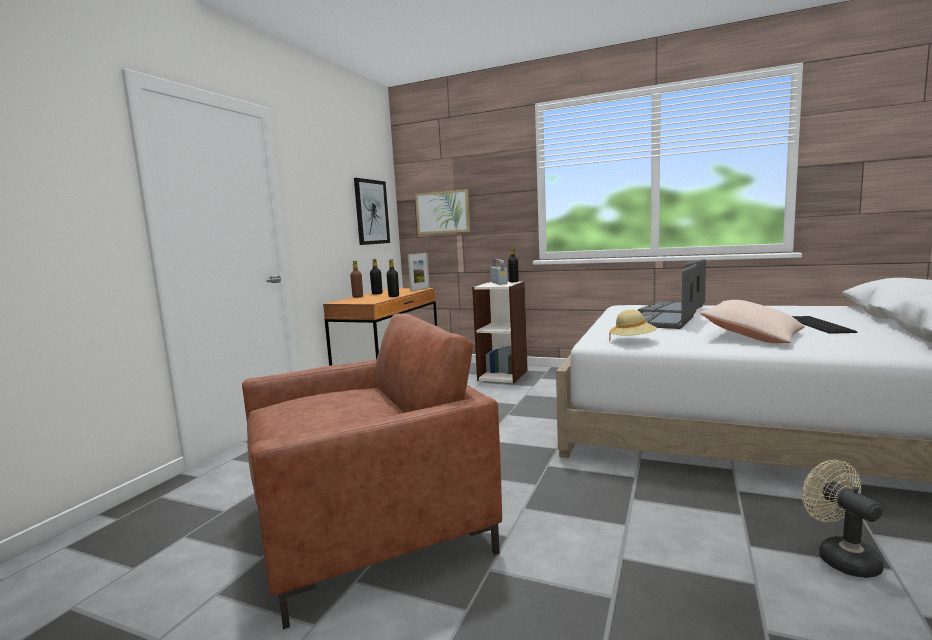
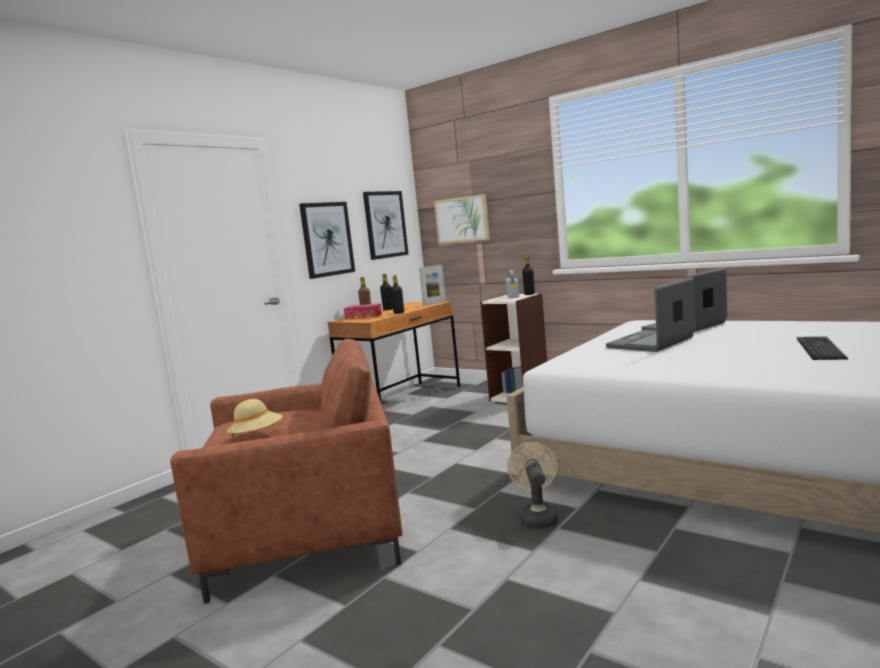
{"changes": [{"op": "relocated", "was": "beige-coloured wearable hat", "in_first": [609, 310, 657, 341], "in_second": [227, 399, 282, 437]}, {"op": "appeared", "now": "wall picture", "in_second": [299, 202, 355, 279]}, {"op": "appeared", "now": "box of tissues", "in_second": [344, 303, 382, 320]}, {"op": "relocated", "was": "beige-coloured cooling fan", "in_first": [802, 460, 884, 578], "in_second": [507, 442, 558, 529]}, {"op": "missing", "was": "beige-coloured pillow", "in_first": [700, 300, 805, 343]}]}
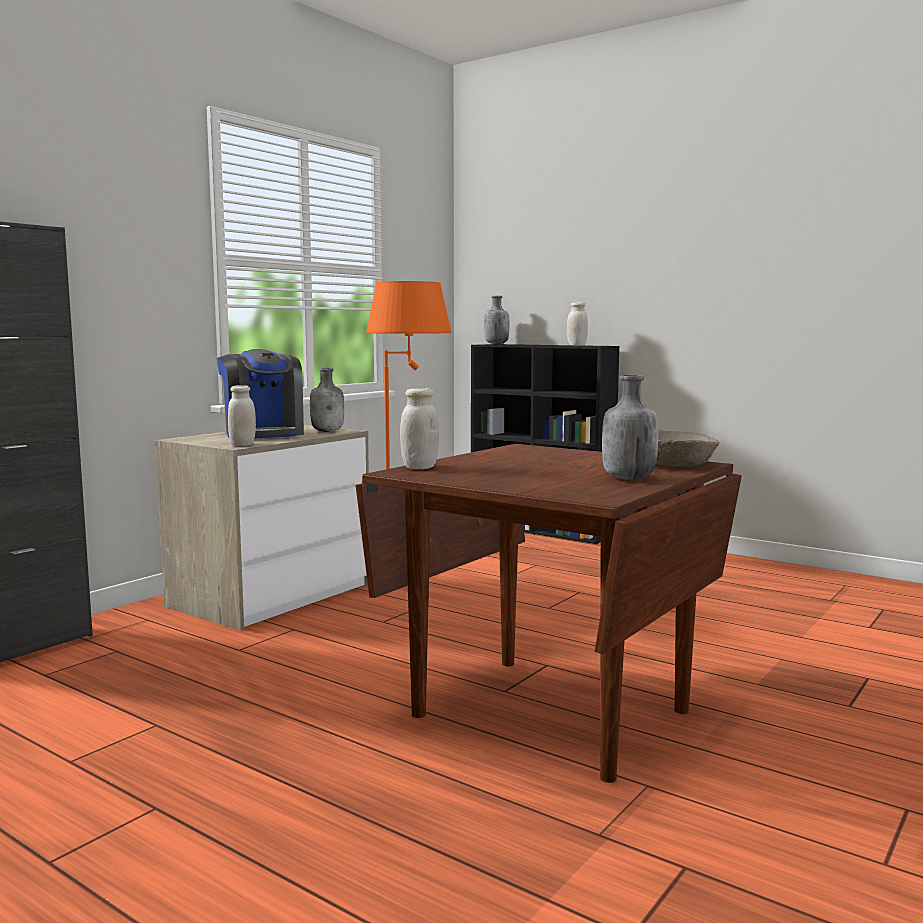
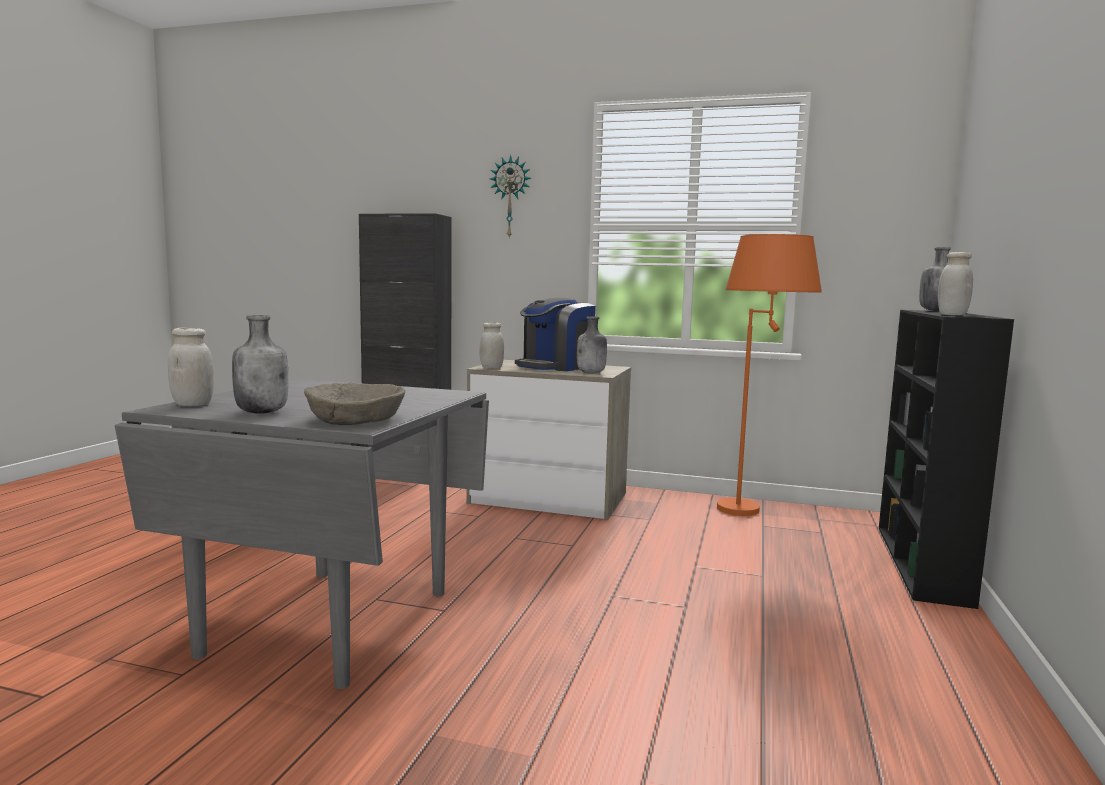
{"changes": [{"op": "colour", "was": "brownish dining table", "now": "greyish dining table", "in_first": [356, 444, 742, 783], "in_second": [114, 379, 489, 689]}, {"op": "relocated", "was": "white-coloured storage jar", "in_first": [400, 388, 439, 469], "in_second": [168, 328, 214, 406]}, {"op": "appeared", "now": "wall clock", "in_second": [490, 155, 531, 238]}]}
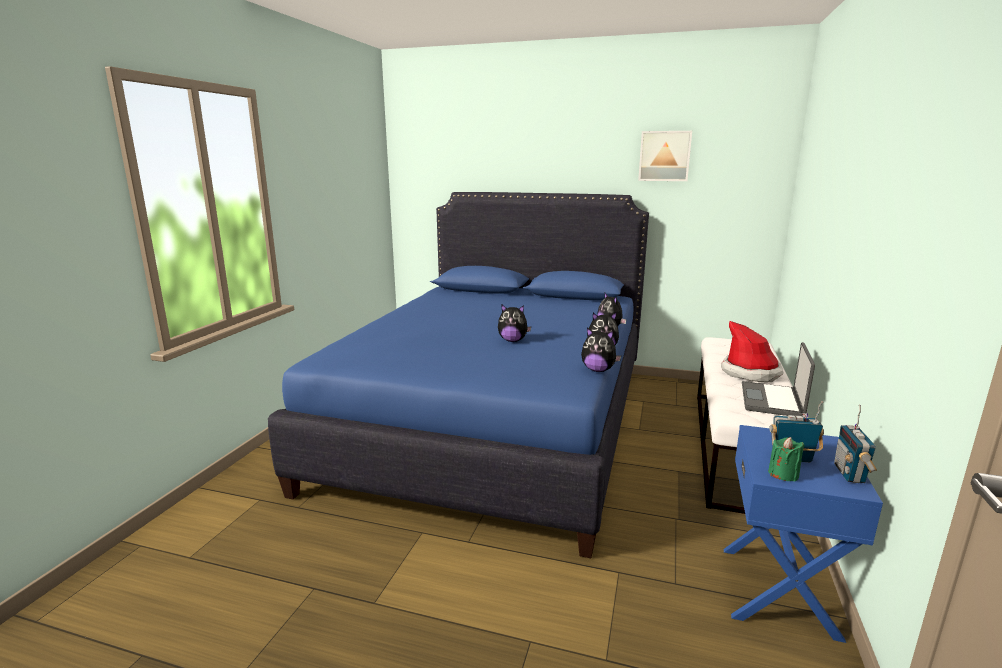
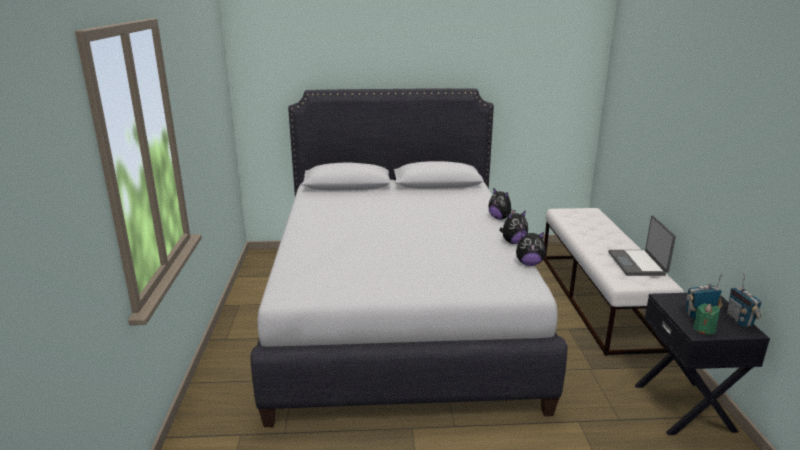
{"changes": [{"op": "colour", "was": "blue-coloured bedroom bed", "now": "white-coloured bedroom bed", "in_first": [268, 192, 649, 558], "in_second": [250, 88, 567, 427]}, {"op": "colour", "was": "blue-coloured night table", "now": "black-coloured night table", "in_first": [723, 425, 883, 643], "in_second": [634, 293, 770, 435]}, {"op": "missing", "was": "soft toy", "in_first": [498, 304, 531, 342]}, {"op": "missing", "was": "wall picture", "in_first": [638, 131, 692, 181]}, {"op": "missing", "was": "wearable hat", "in_first": [721, 321, 784, 382]}]}
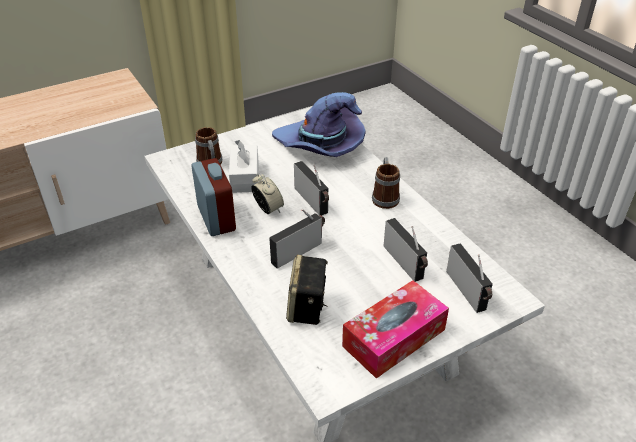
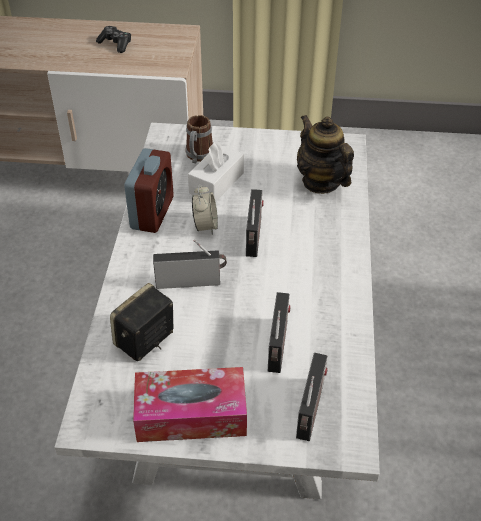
{"changes": [{"op": "appeared", "now": "game controller", "in_second": [96, 26, 131, 53]}, {"op": "exchanged", "was": "purple-coloured wearable hat", "now": "tea pot", "in_first": [272, 92, 366, 157], "in_second": [297, 115, 354, 194]}, {"op": "missing", "was": "coffee mug", "in_first": [372, 157, 400, 209]}]}
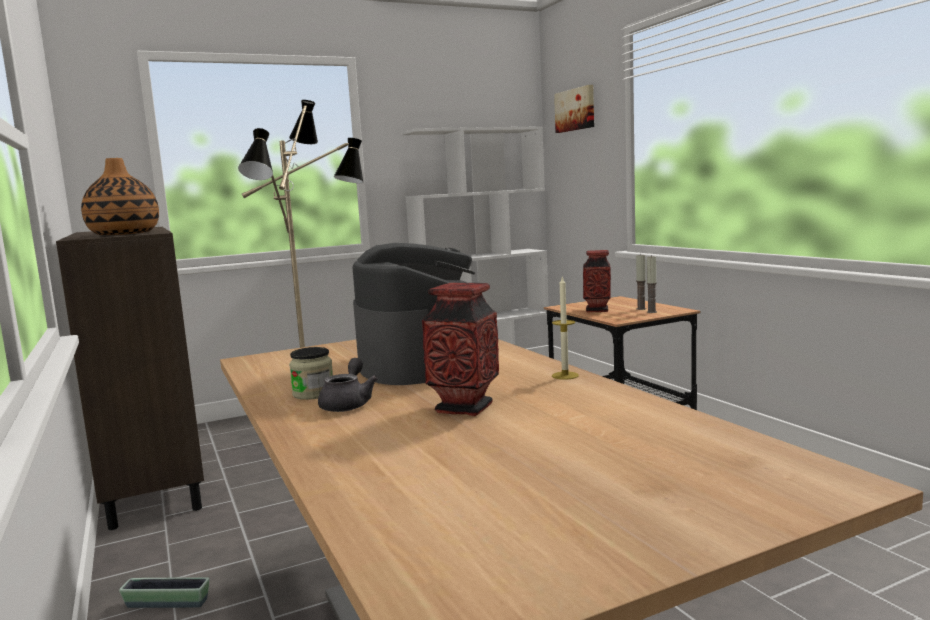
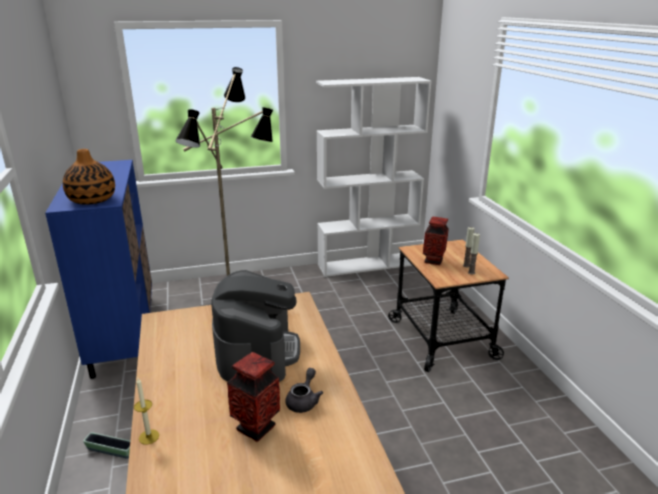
{"changes": [{"op": "colour", "was": "brownish cupboard", "now": "blue-coloured cupboard", "in_first": [56, 227, 204, 530], "in_second": [45, 160, 152, 379]}, {"op": "relocated", "was": "wax light", "in_first": [552, 277, 579, 380], "in_second": [134, 378, 159, 445]}, {"op": "relocated", "was": "greyish tea pot", "in_first": [318, 358, 378, 412], "in_second": [286, 368, 323, 413]}, {"op": "missing", "was": "storage jar", "in_first": [289, 347, 333, 400]}, {"op": "missing", "was": "wall picture", "in_first": [554, 85, 594, 133]}]}
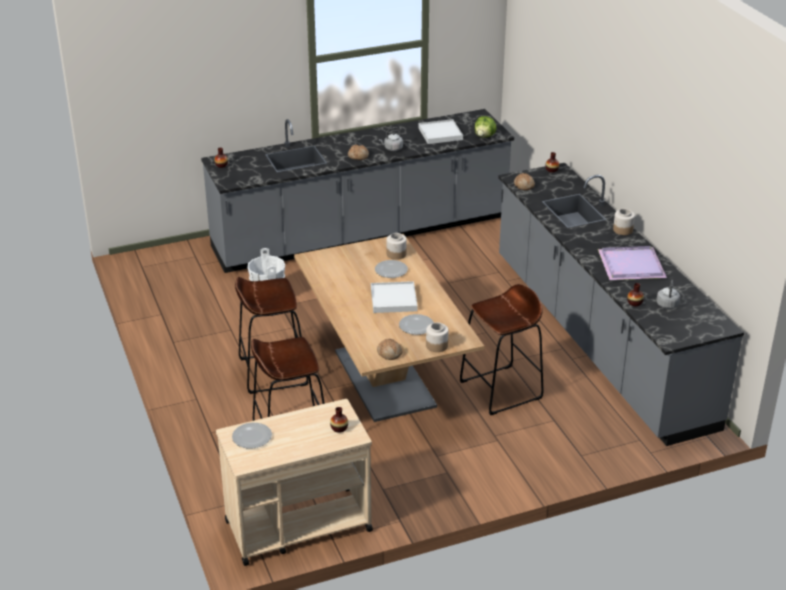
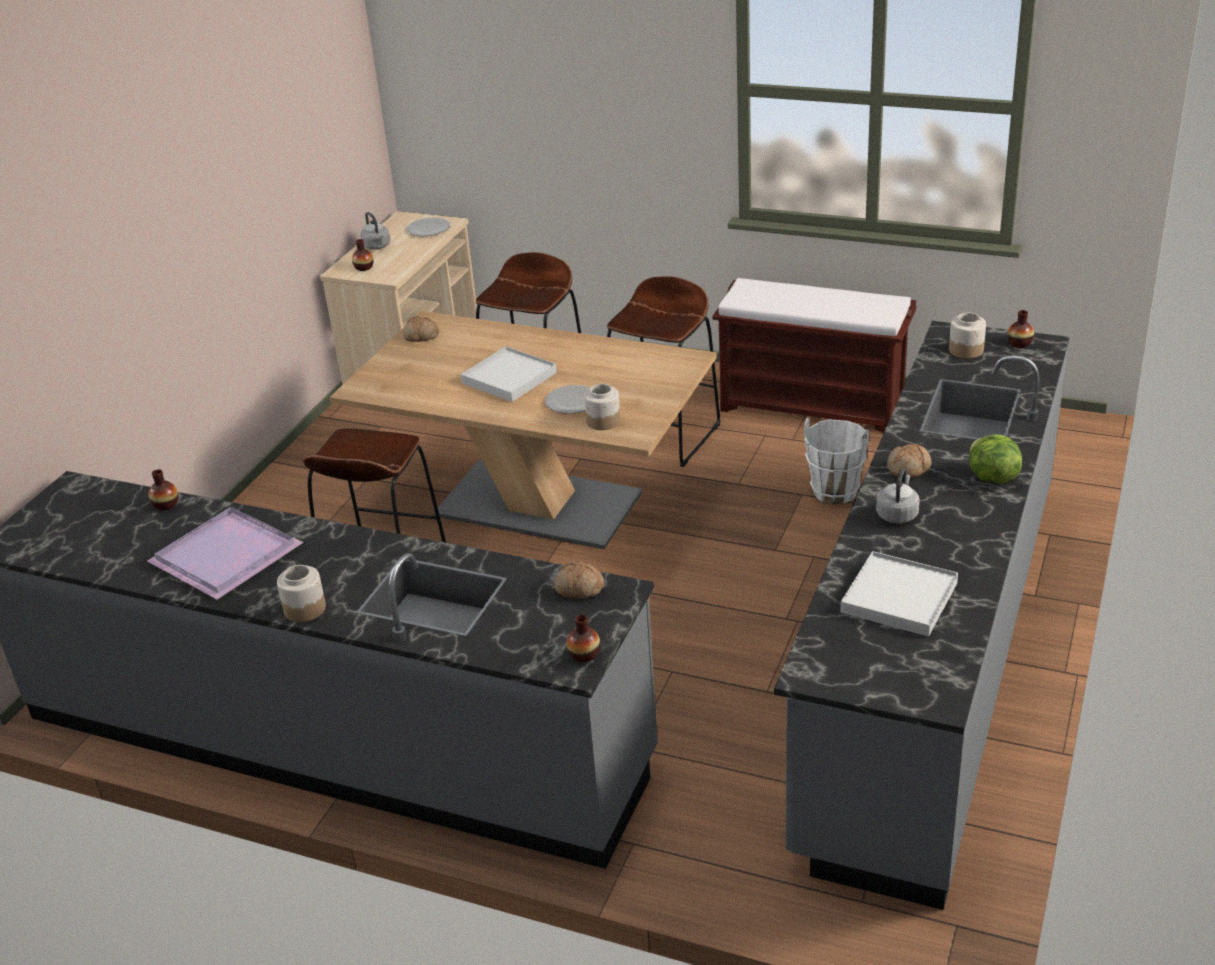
{"changes": [{"op": "relocated", "was": "greyish water kettle", "in_first": [657, 279, 680, 309], "in_second": [360, 212, 390, 250]}, {"op": "appeared", "now": "brownish bench", "in_second": [712, 278, 916, 434]}, {"op": "relocated", "was": "storage jar", "in_first": [426, 322, 448, 352], "in_second": [949, 313, 986, 359]}, {"op": "relocated", "was": "head of lettuce", "in_first": [474, 116, 497, 138], "in_second": [969, 434, 1022, 484]}, {"op": "missing", "was": "dinner plate", "in_first": [399, 314, 434, 335]}]}
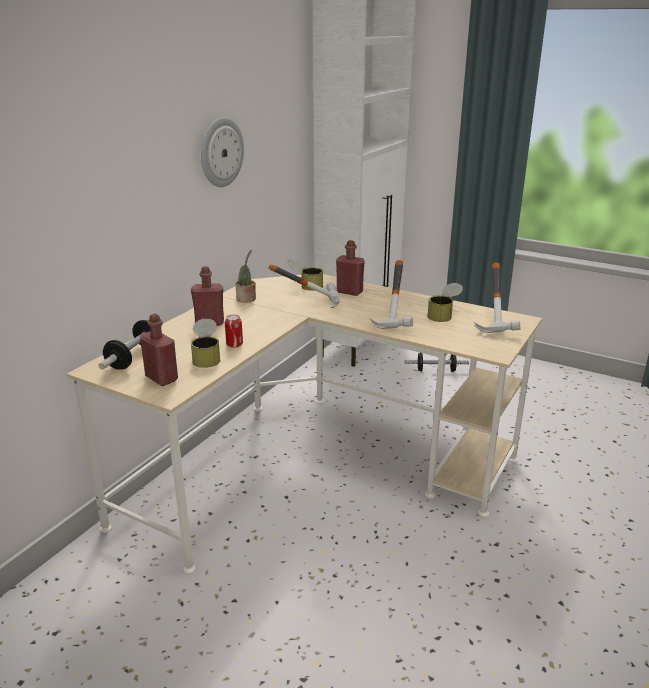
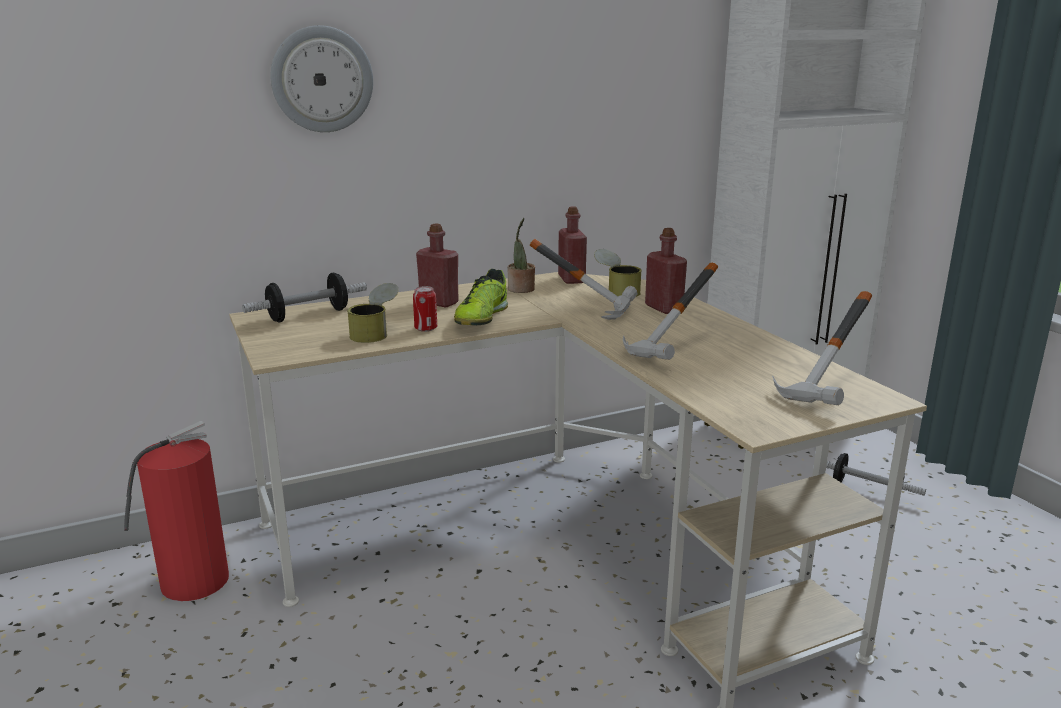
{"changes": [{"op": "appeared", "now": "fire-fighting cylinder", "in_second": [124, 421, 229, 601]}, {"op": "relocated", "was": "wall clock", "in_first": [201, 117, 244, 187], "in_second": [271, 25, 373, 132]}, {"op": "appeared", "now": "shoe", "in_second": [454, 269, 508, 325]}, {"op": "relocated", "was": "red bottle", "in_first": [140, 313, 178, 386], "in_second": [558, 207, 587, 284]}, {"op": "missing", "was": "metal can", "in_first": [427, 283, 463, 322]}]}
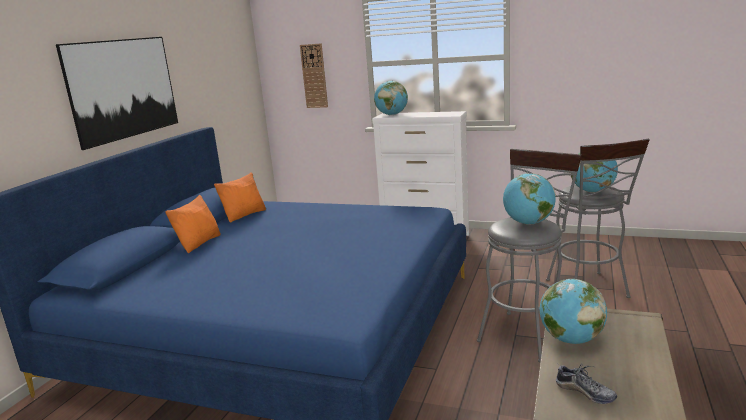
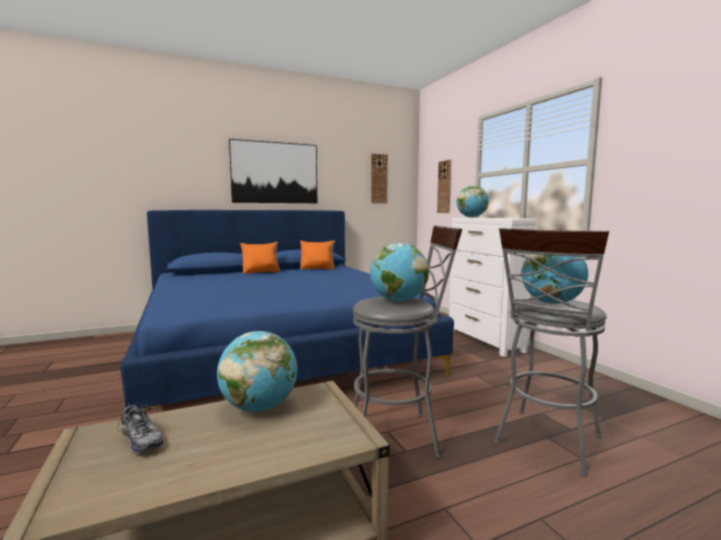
{"changes": [{"op": "spun", "was": "shoe", "in_first": [556, 364, 617, 404], "in_second": [117, 402, 163, 454], "clockwise": -45}, {"op": "appeared", "now": "wall clock", "in_second": [371, 154, 388, 204]}]}
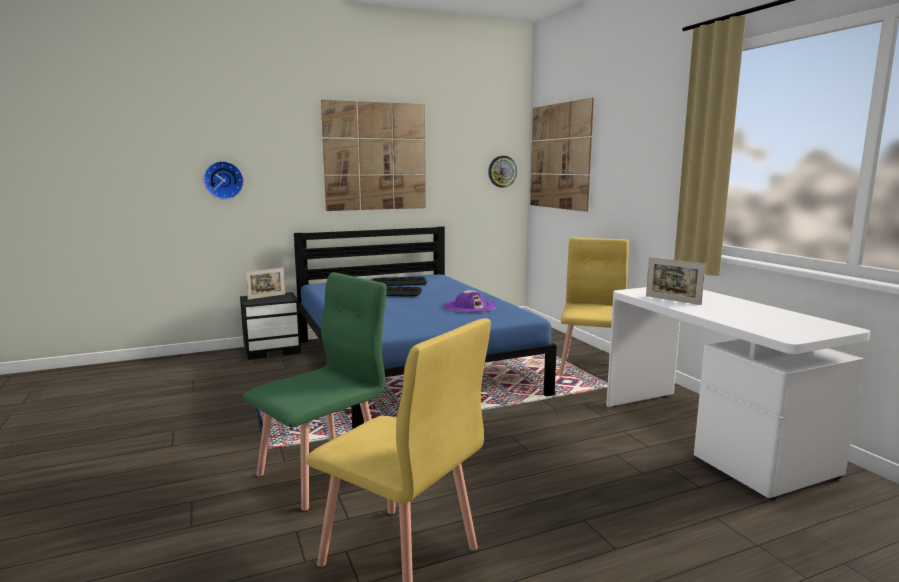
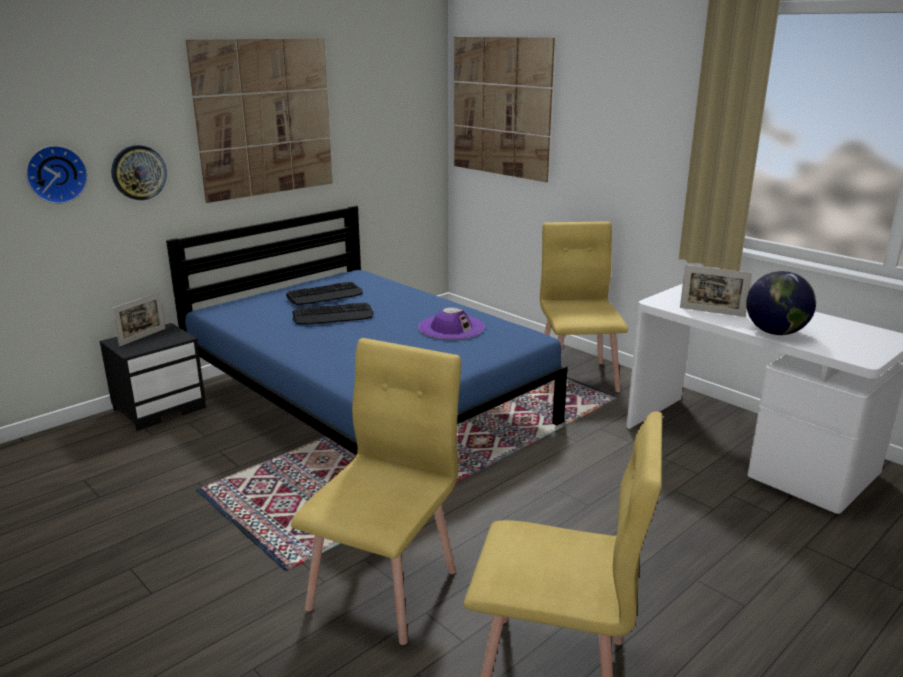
{"changes": [{"op": "relocated", "was": "wall clock", "in_first": [488, 156, 517, 188], "in_second": [111, 145, 167, 200]}, {"op": "colour", "was": "green chair", "now": "yellowish chair", "in_first": [243, 272, 387, 511], "in_second": [291, 338, 461, 645]}, {"op": "appeared", "now": "world globe", "in_second": [746, 271, 816, 335]}]}
